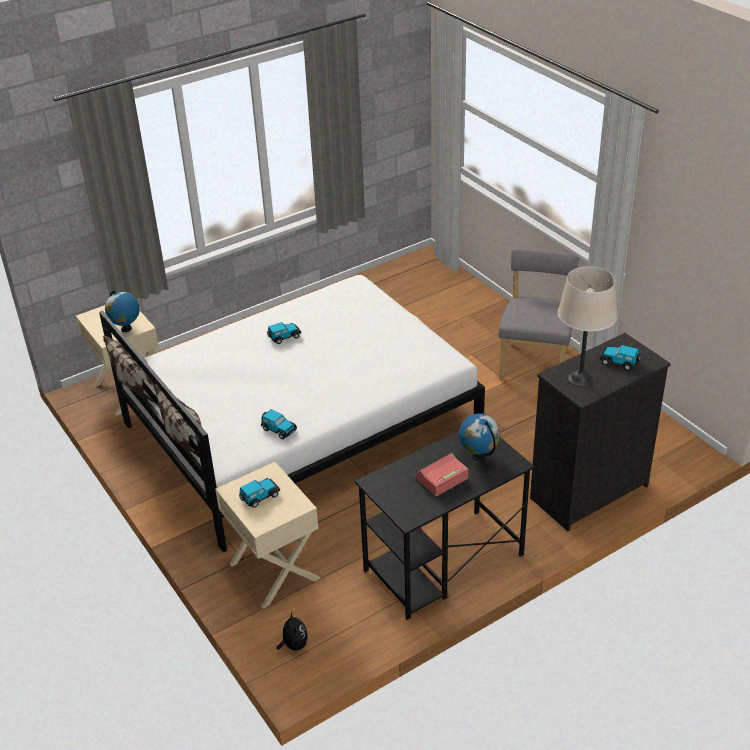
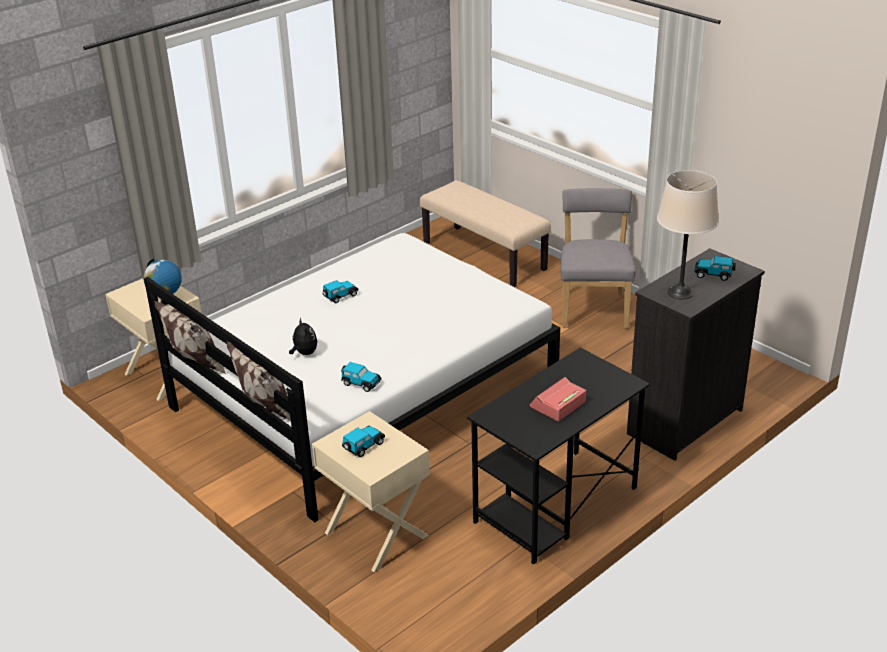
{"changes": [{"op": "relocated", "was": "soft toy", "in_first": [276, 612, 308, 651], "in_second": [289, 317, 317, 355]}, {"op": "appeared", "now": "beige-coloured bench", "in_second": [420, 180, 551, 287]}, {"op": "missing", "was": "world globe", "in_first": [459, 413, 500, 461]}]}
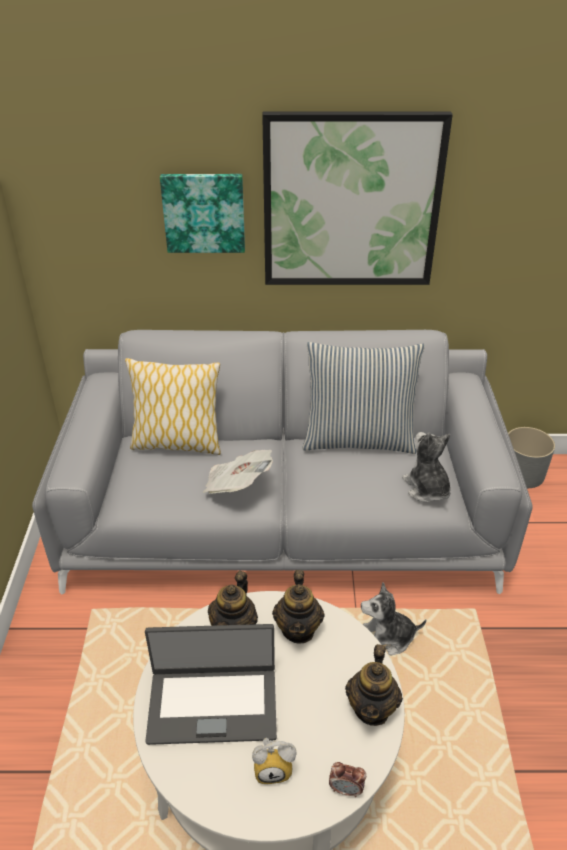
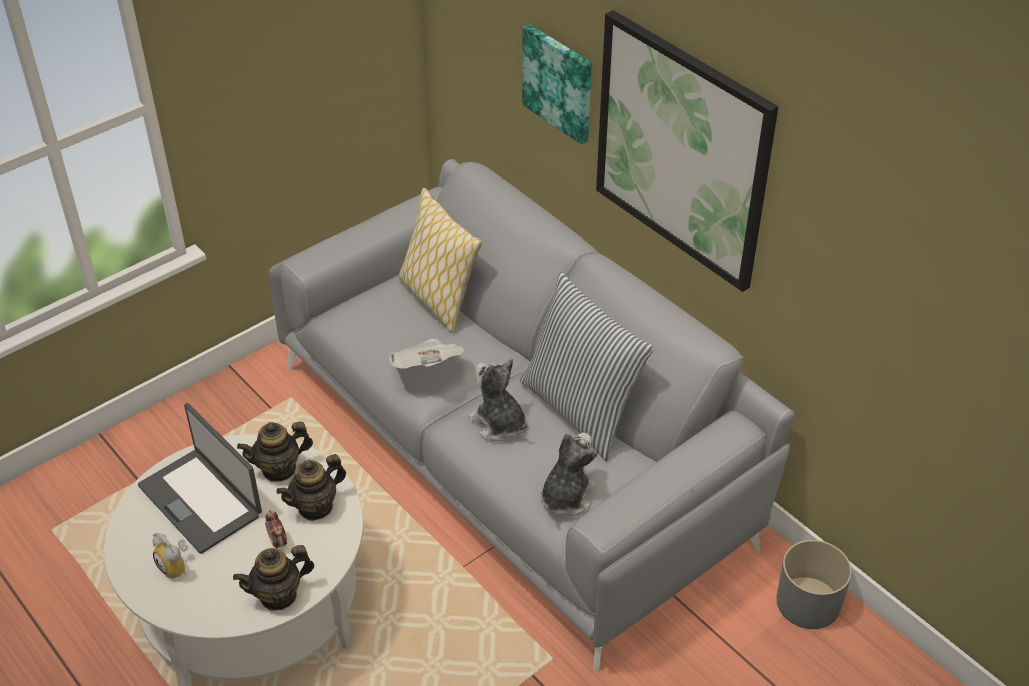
{"changes": [{"op": "relocated", "was": "alarm clock", "in_first": [329, 762, 366, 797], "in_second": [265, 510, 287, 549]}, {"op": "relocated", "was": "soft toy", "in_first": [361, 582, 426, 655], "in_second": [468, 359, 528, 441]}]}
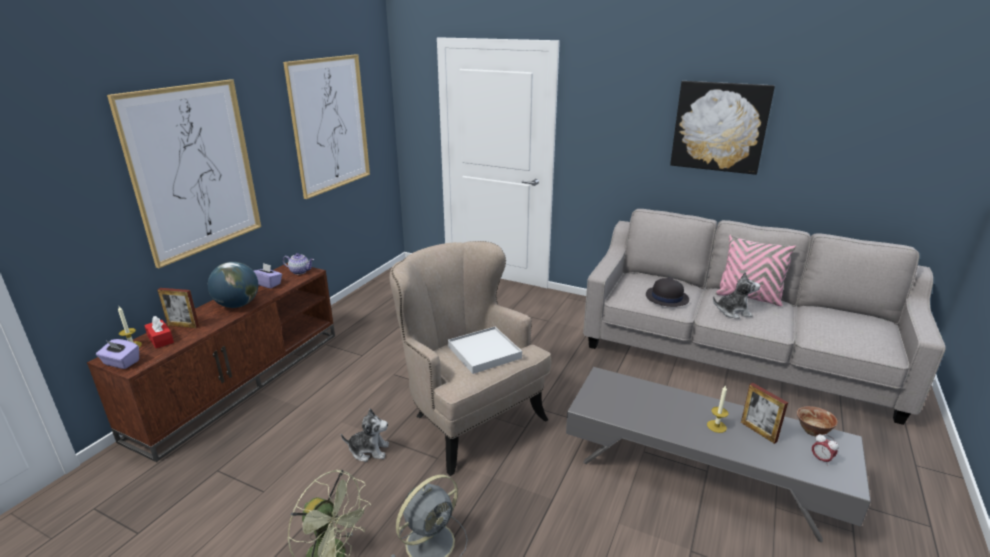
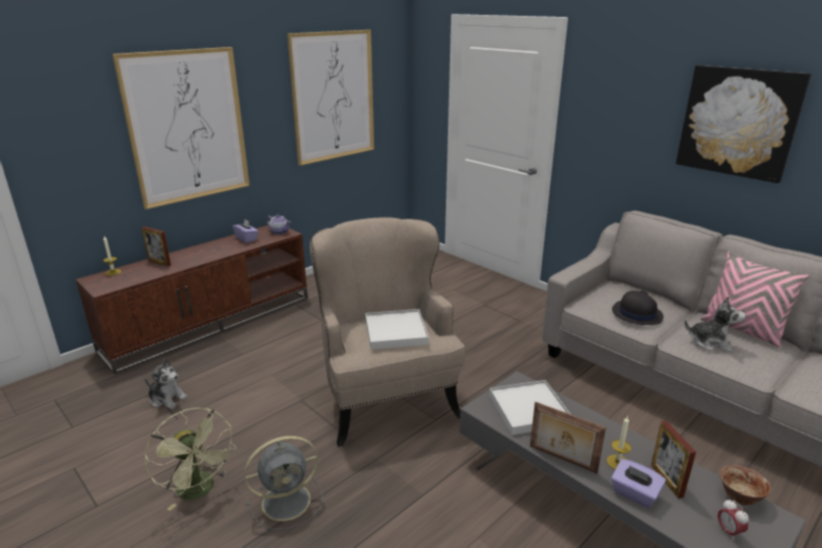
{"changes": [{"op": "relocated", "was": "soft toy", "in_first": [341, 408, 389, 462], "in_second": [145, 358, 188, 409]}, {"op": "appeared", "now": "white-coloured serving tray", "in_second": [489, 380, 570, 435]}, {"op": "appeared", "now": "picture frame", "in_second": [530, 402, 606, 473]}, {"op": "relocated", "was": "purple-coloured box of tissues", "in_first": [96, 339, 139, 369], "in_second": [611, 459, 666, 508]}, {"op": "missing", "was": "red box of tissues", "in_first": [144, 316, 174, 348]}, {"op": "missing", "was": "world globe", "in_first": [208, 262, 258, 308]}]}
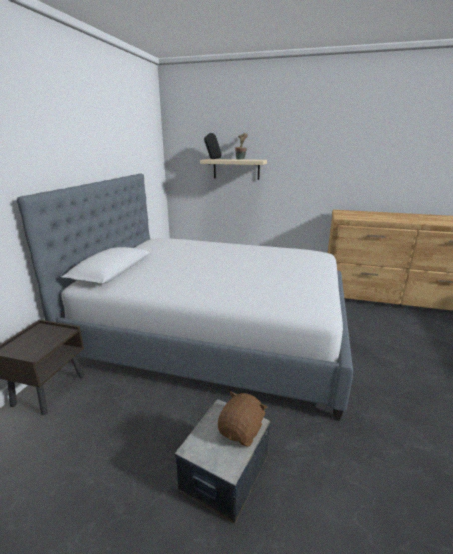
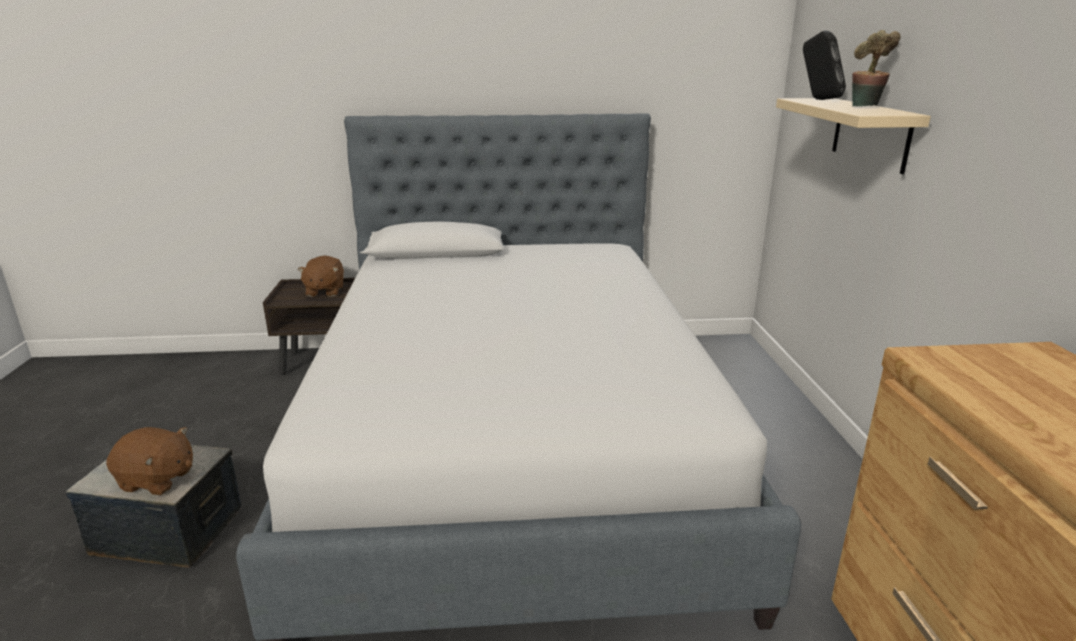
{"changes": [{"op": "appeared", "now": "brownish soft toy", "in_second": [297, 255, 344, 297]}]}
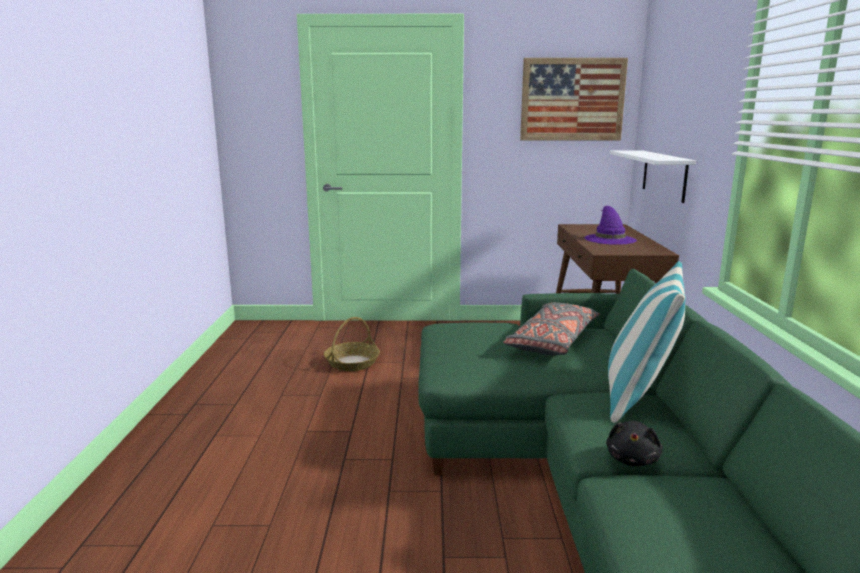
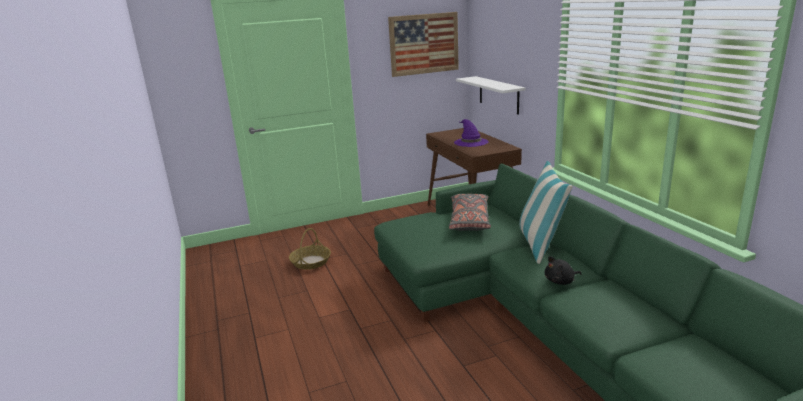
{"changes": [{"op": "spun", "was": "black-coloured soft toy", "in_first": [606, 421, 663, 466], "in_second": [545, 256, 582, 285], "clockwise": 75}]}
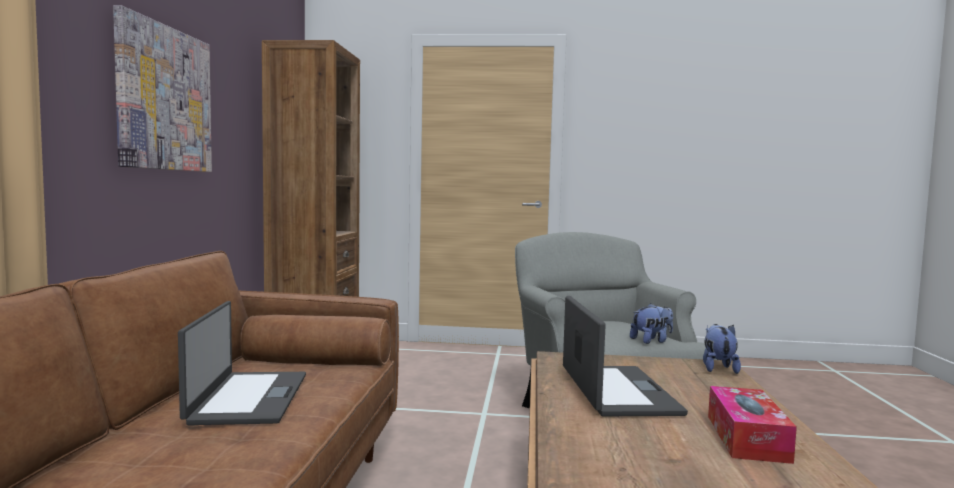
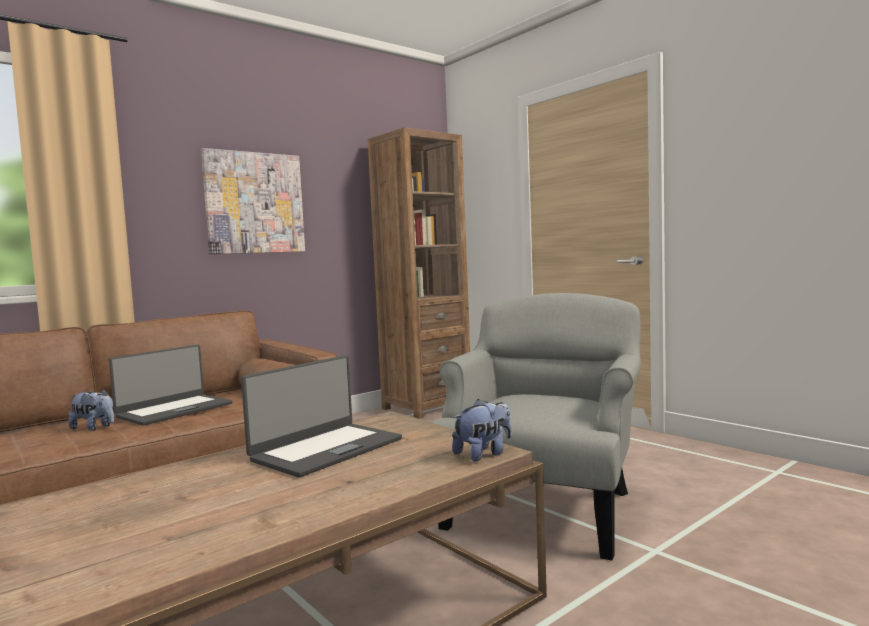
{"changes": [{"op": "relocated", "was": "soft toy", "in_first": [630, 303, 673, 344], "in_second": [68, 389, 114, 431]}, {"op": "missing", "was": "box of tissues", "in_first": [708, 386, 797, 464]}]}
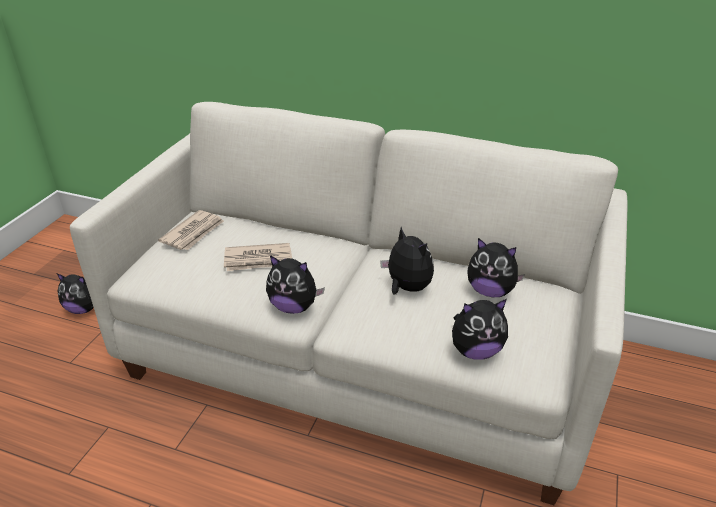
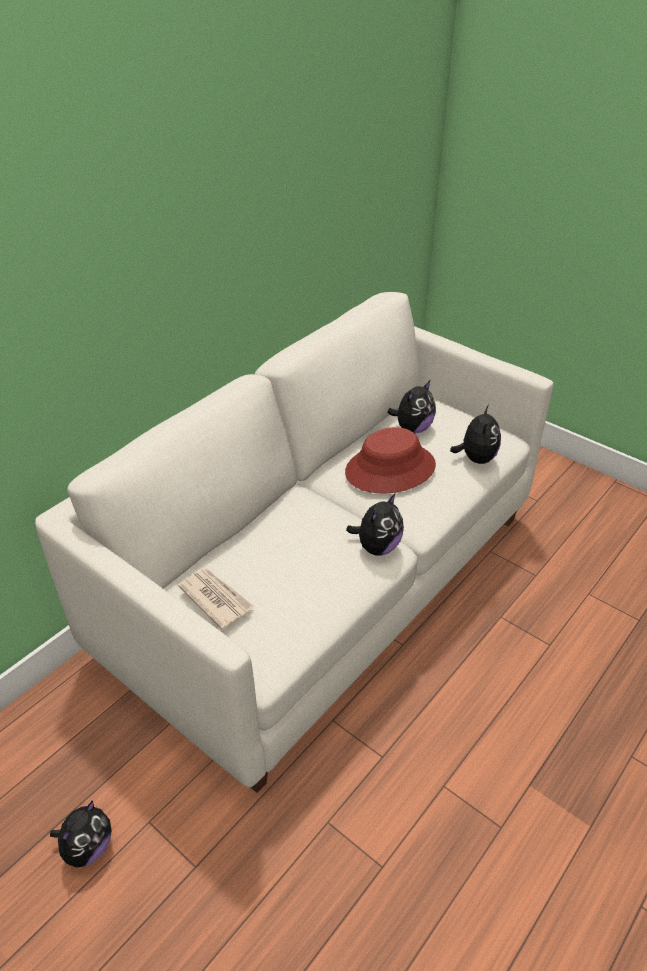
{"changes": [{"op": "exchanged", "was": "soft toy", "now": "red wearable hat", "in_first": [380, 227, 434, 294], "in_second": [345, 427, 436, 493]}, {"op": "missing", "was": "daily paper", "in_first": [224, 243, 292, 271]}]}
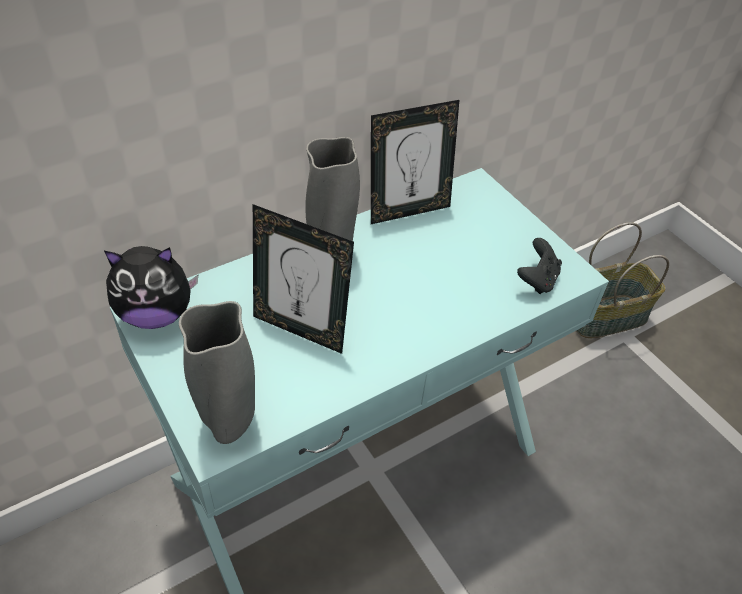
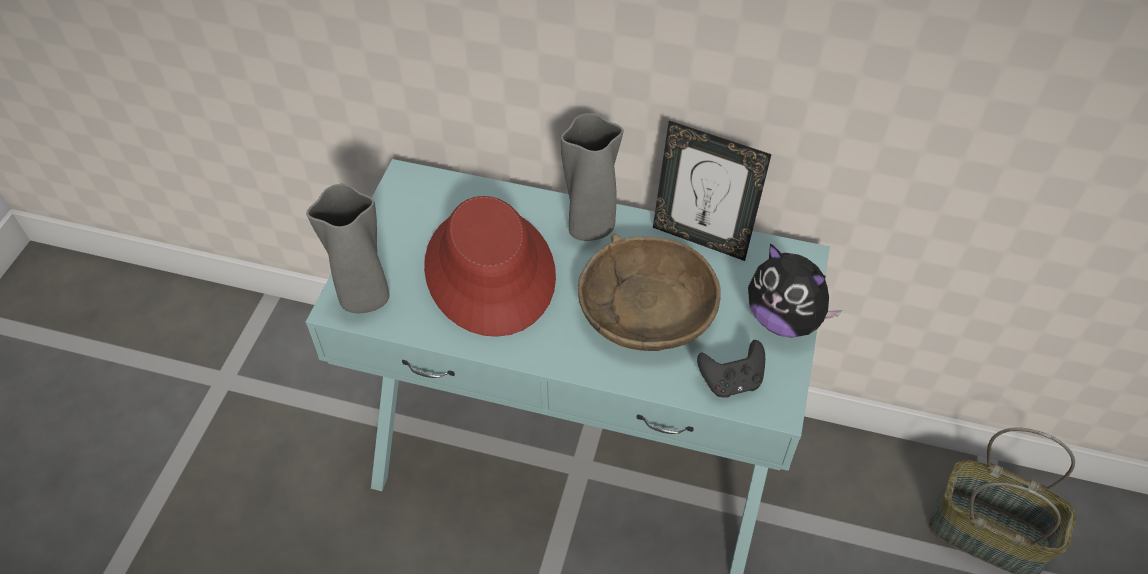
{"changes": [{"op": "exchanged", "was": "picture frame", "now": "red wearable hat", "in_first": [253, 204, 354, 354], "in_second": [424, 196, 556, 337]}, {"op": "appeared", "now": "brownish bowl", "in_second": [578, 234, 721, 351]}, {"op": "relocated", "was": "soft toy", "in_first": [104, 246, 198, 329], "in_second": [748, 243, 842, 338]}]}
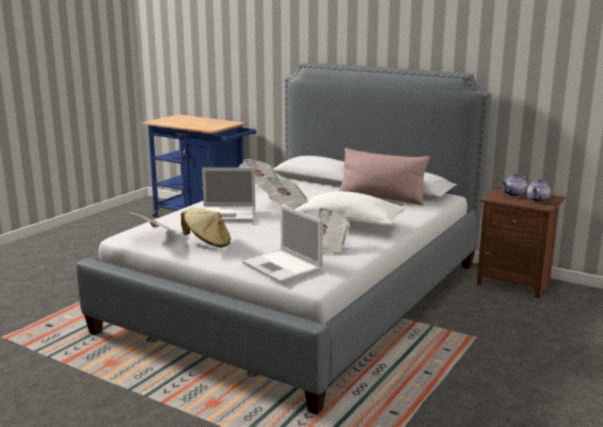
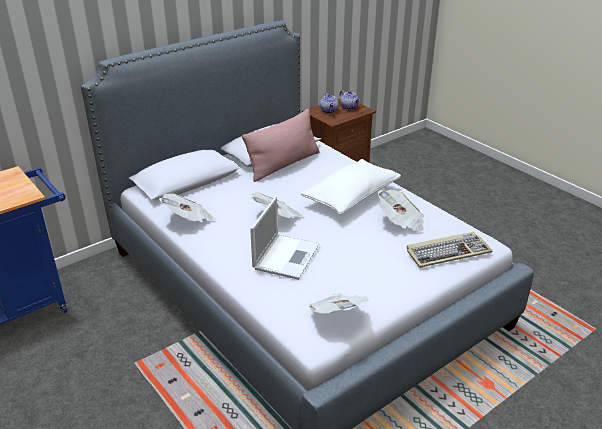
{"changes": [{"op": "exchanged", "was": "laptop", "now": "keyboard", "in_first": [242, 205, 323, 283], "in_second": [407, 232, 492, 268]}, {"op": "missing", "was": "beige-coloured wearable hat", "in_first": [181, 207, 231, 247]}]}
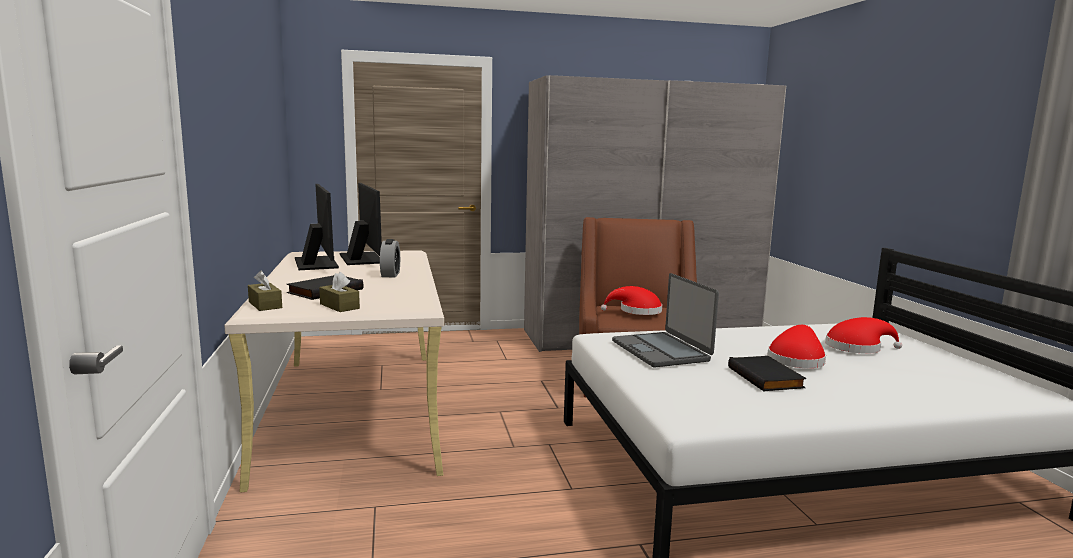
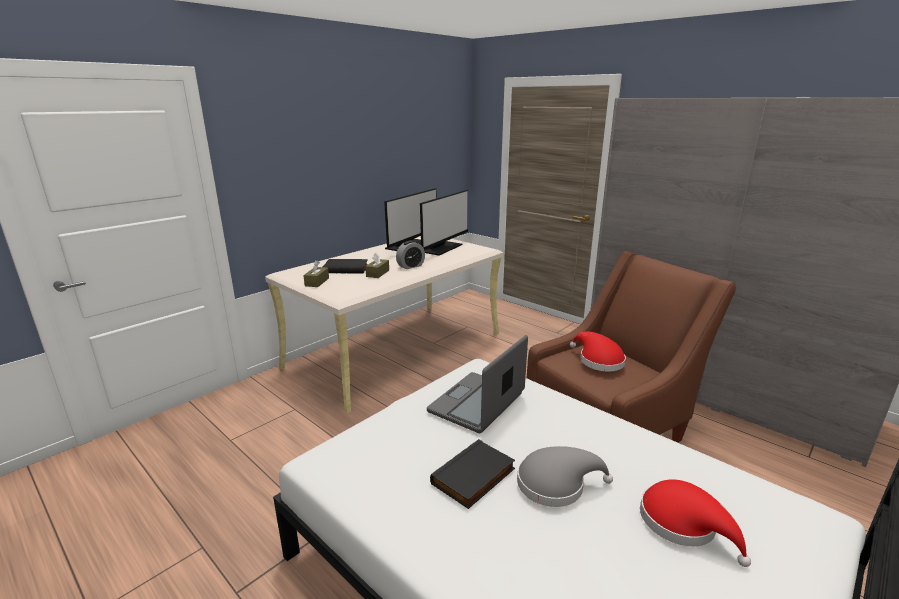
{"changes": [{"op": "relocated", "was": "brownish box of tissues", "in_first": [248, 271, 282, 311], "in_second": [365, 253, 389, 278]}, {"op": "colour", "was": "red wearable hat", "now": "greyish wearable hat", "in_first": [767, 325, 826, 368], "in_second": [517, 446, 613, 507]}]}
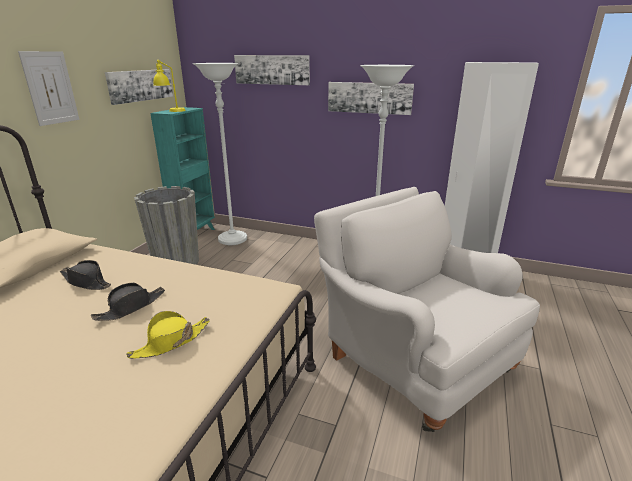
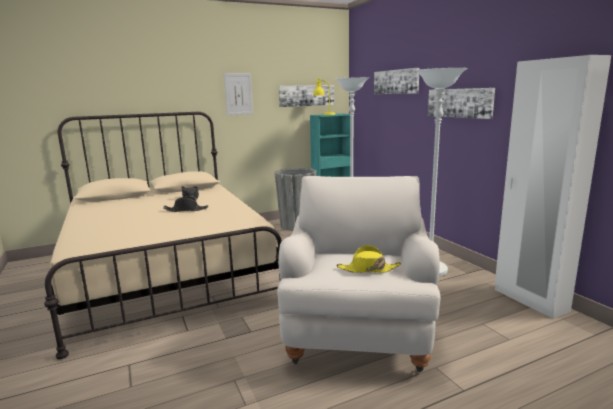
{"changes": [{"op": "relocated", "was": "yellowish wearable hat", "in_first": [127, 311, 210, 359], "in_second": [337, 245, 401, 273]}]}
